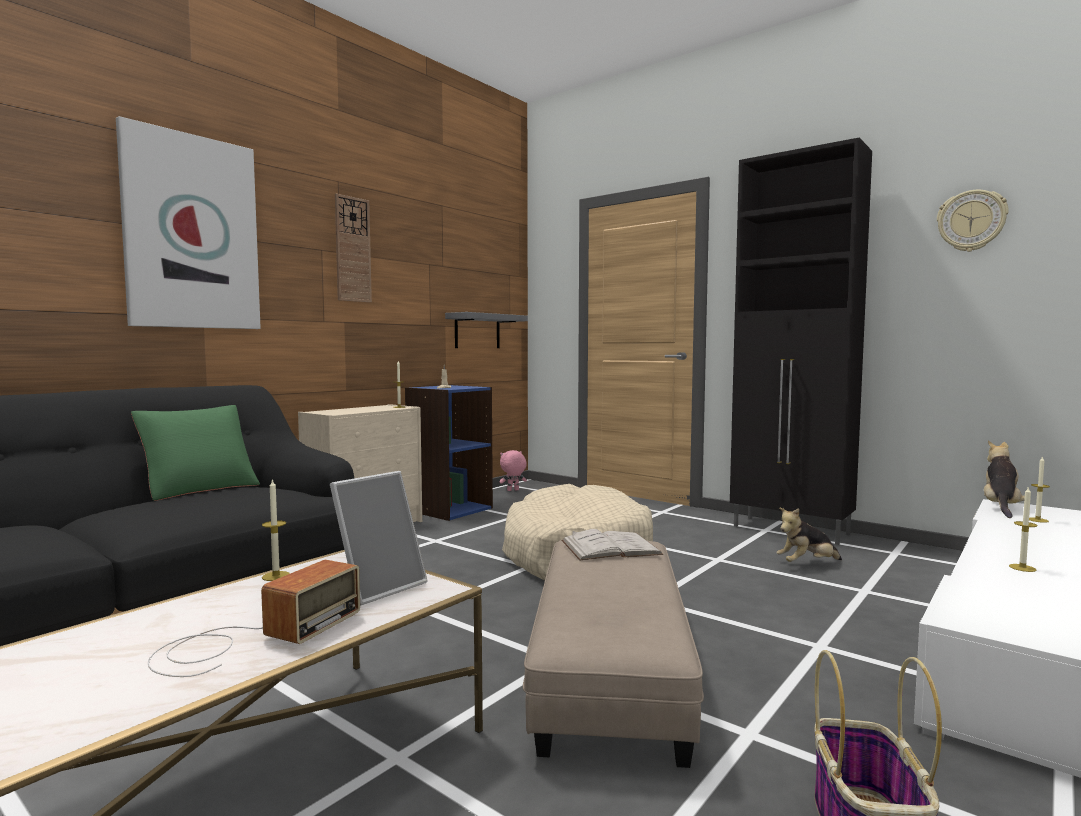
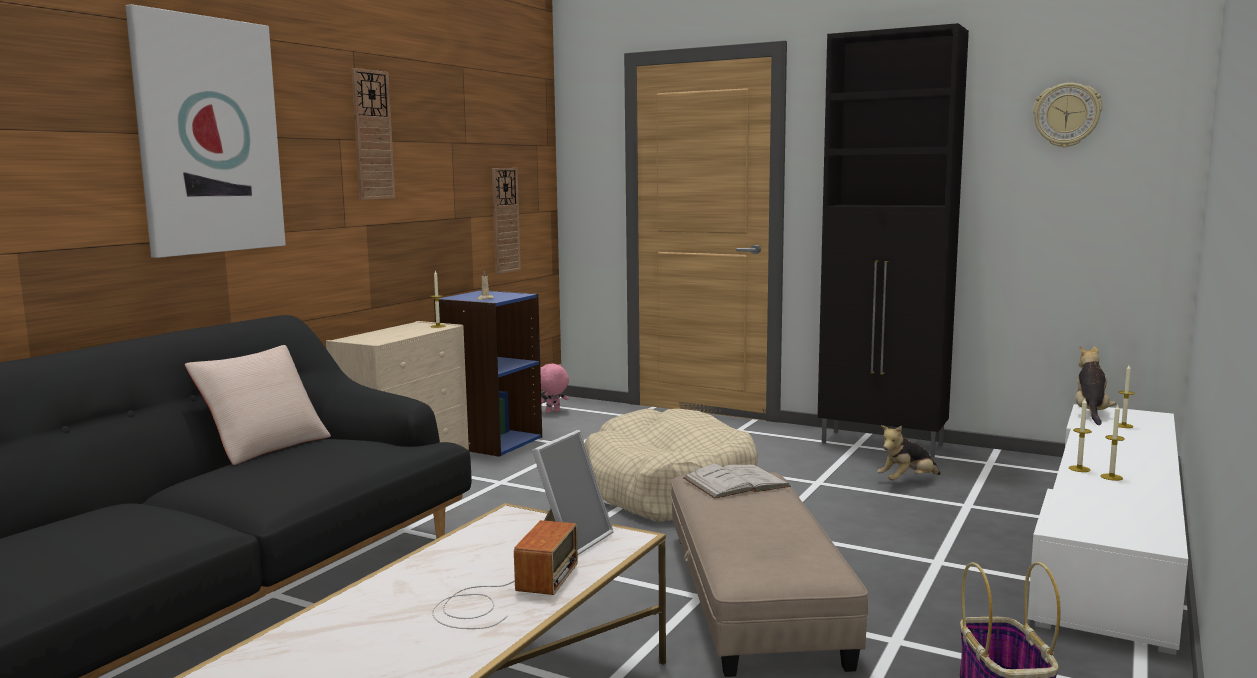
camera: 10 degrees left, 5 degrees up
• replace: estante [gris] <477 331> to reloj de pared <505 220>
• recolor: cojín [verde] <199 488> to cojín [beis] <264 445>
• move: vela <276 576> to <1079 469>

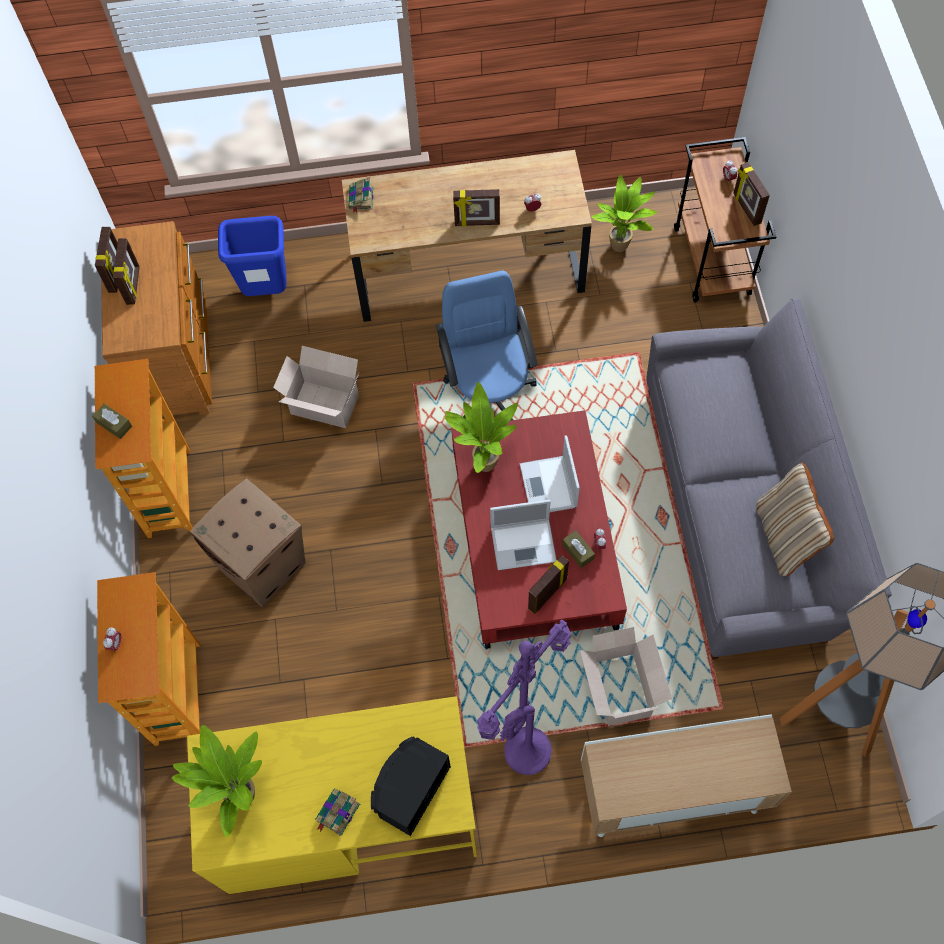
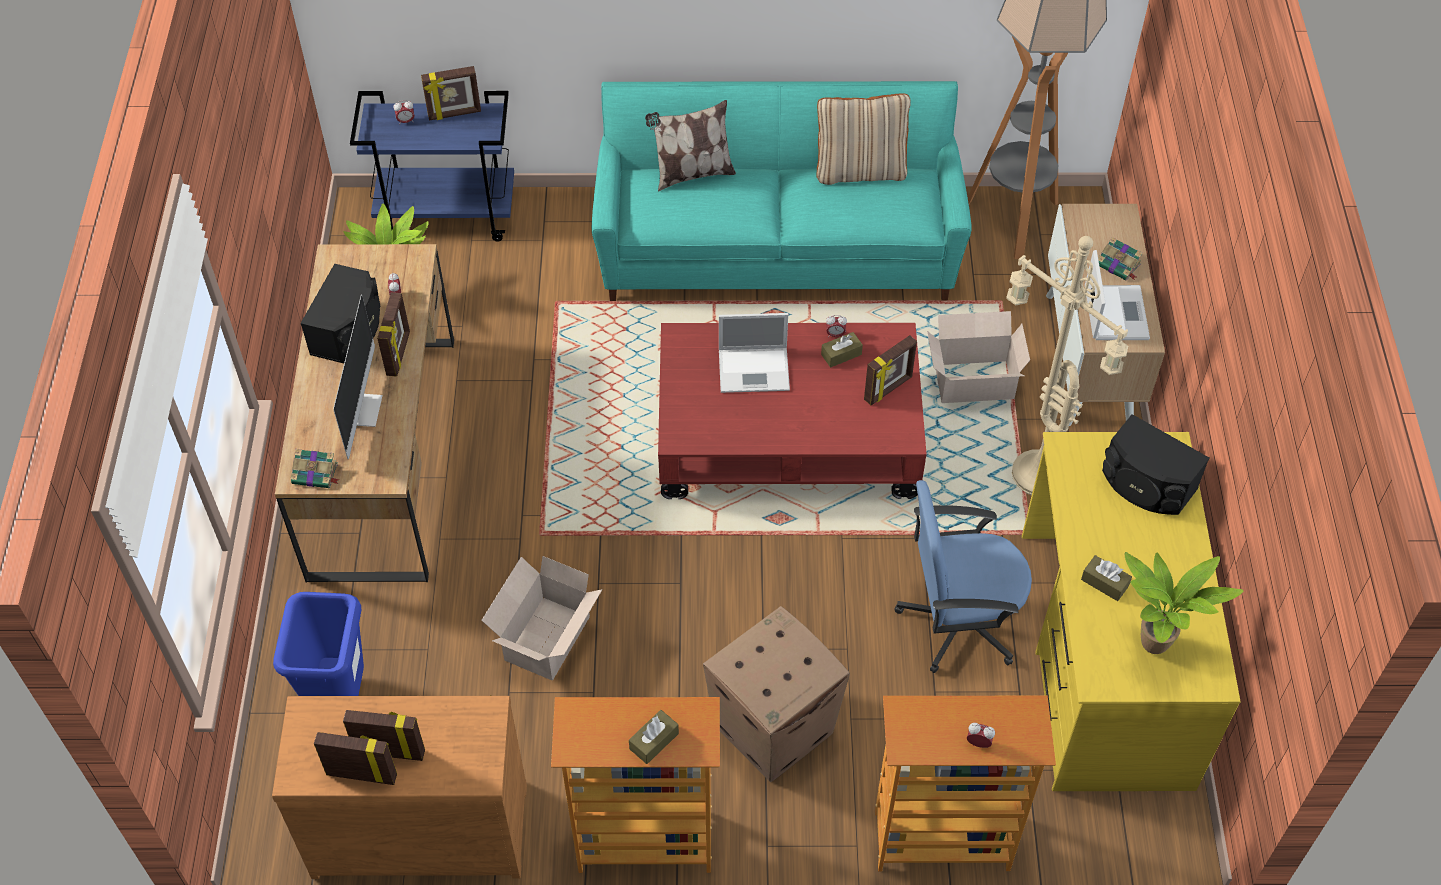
camera: 85 degrees left, 10 degrees down
• recolor: carrito [marrón] <712 261> to carrito [azul] <448 214>
• move: silla de oficina [azul] <489 394> to <957 621>
• recolor: sofá [gris] <742 509> to sofá [turquesa] <777 246>
• delete: planta en maceta <482 464>
• move: portátil <524 544> to <1115 312>
• rotate: portarretratos <546 593> = <888 389> 90 degrees counterclockwise
• recolor: lámpara de pie [morado] <526 747> to lámpara de pie [beis] <1034 475>
• move: libro <337 813> to <1118 265>
• insert: cojín <692 174>
• insert: altavoz [negro] <349 330>
• insert: monitor <361 409>
• insert: caja de pañuelos [marrón] <1104 583>

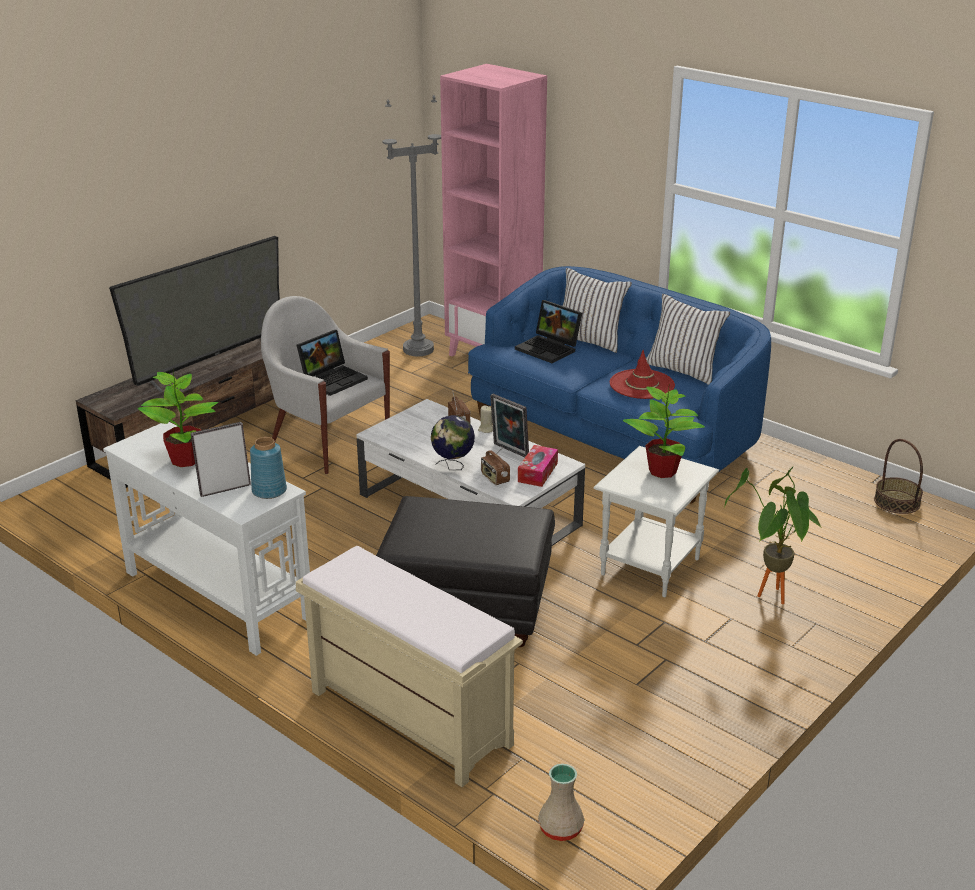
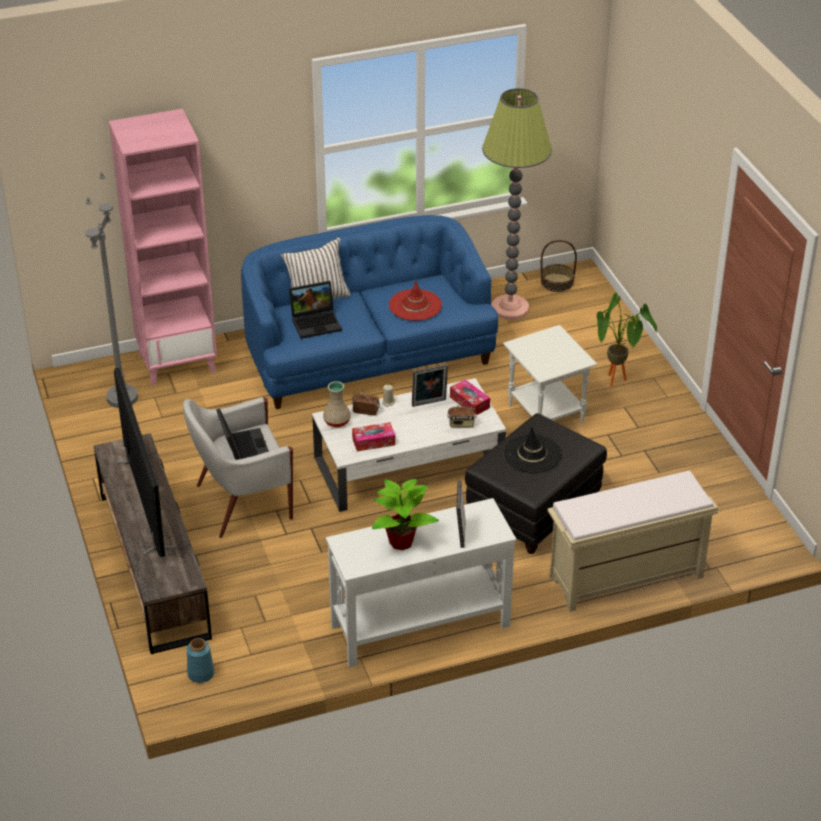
camera: 60 degrees left, 10 degrees up
• delete: cojín [blanco] <683 370>
• delete: planta en maceta <663 471>
• delete: globo terráqueo <453 466>
• move: florero [azul] <270 491> to <201 673>
• move: florero [beis] <559 829> to <336 421>
• insert: lámpara de pie <510 308>
• insert: caja de pañuelos <373 441>
• insert: sombrero [negro] <532 454>

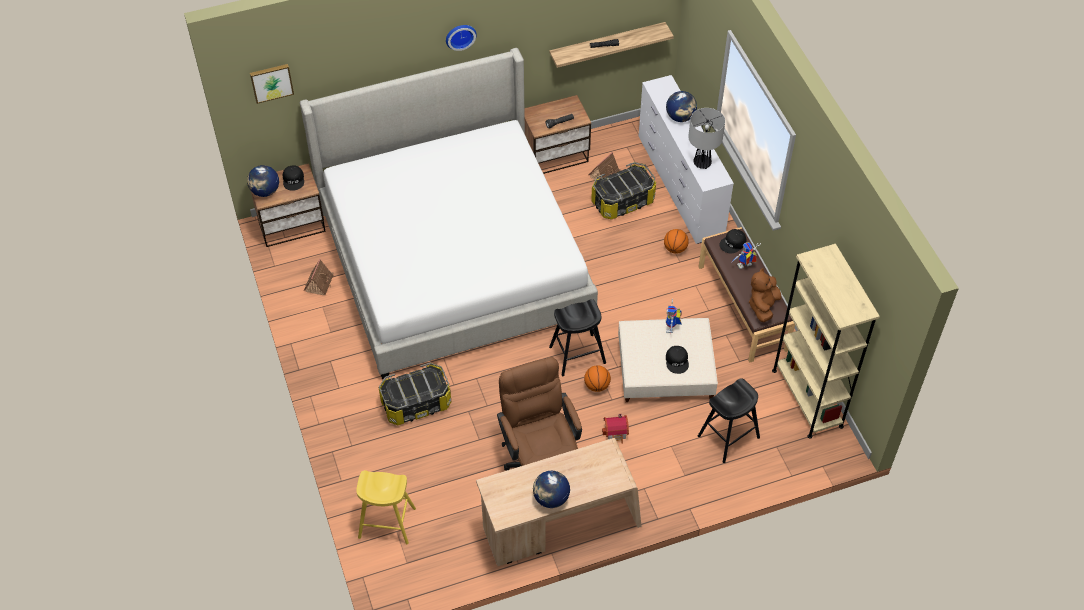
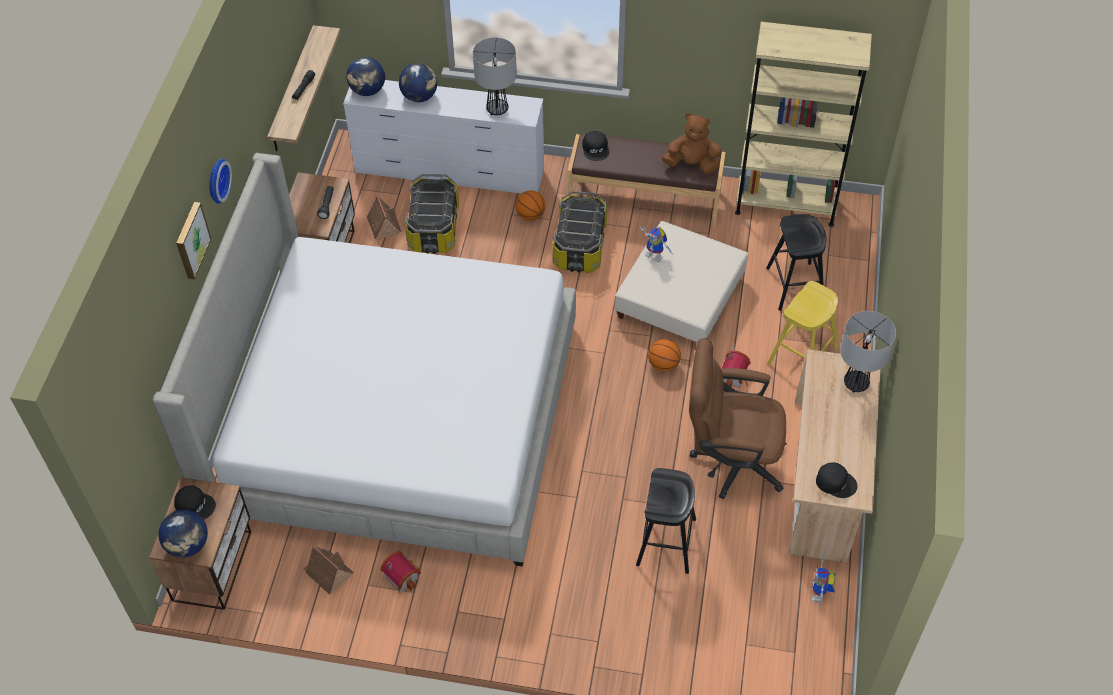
camera: 60 degrees left, 0 degrees up
• move: cuadro <271 82> to <191 240>
• move: robot de juguete <744 267> to <820 595>
• rotate: peluche [marrón] <763 306> = <692 164> 135 degrees clockwise
• move: taburete [negro] <577 355> to <666 541>
• move: gorra [negro] <677 361> to <836 482>
• move: caja de almacenaje <416 404> to <580 246>
• move: taburete [amarillo] <387 523> to <802 356>
• move: globo terráqueo <551 498> to <368 91>
• insert: lámpara de mesa <856 384>
• insert: casita <403 575>

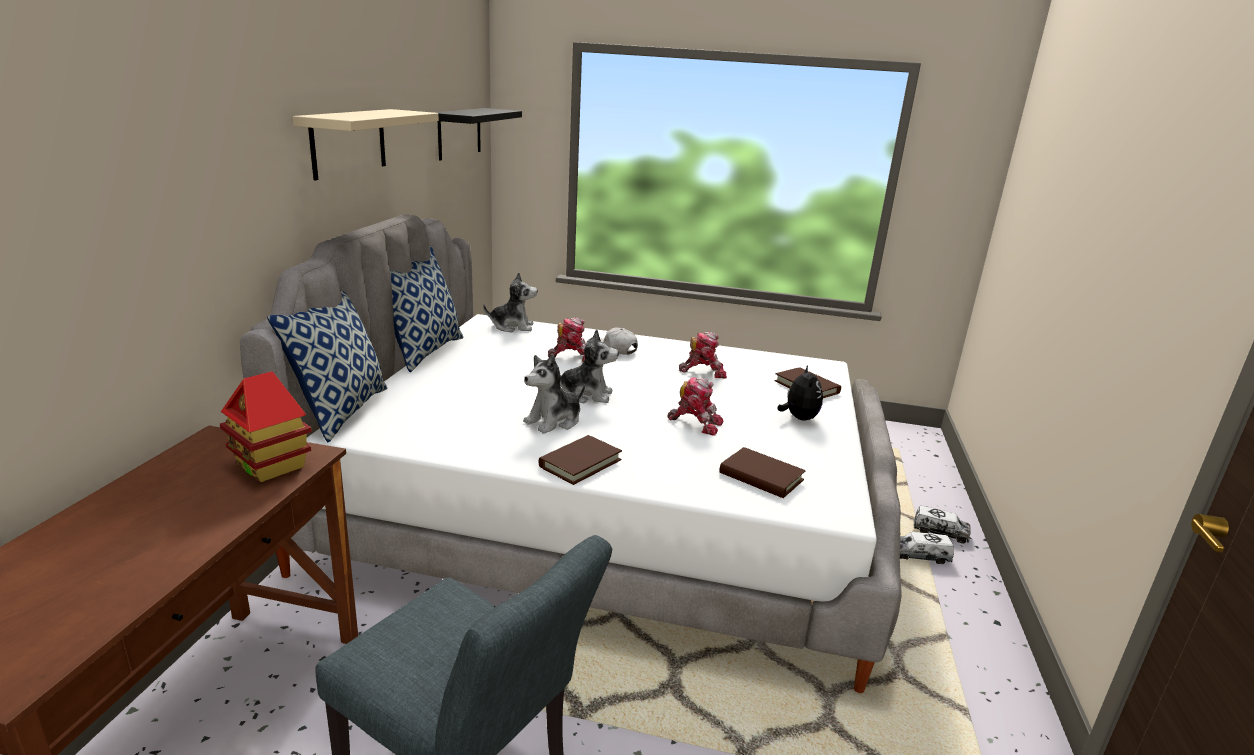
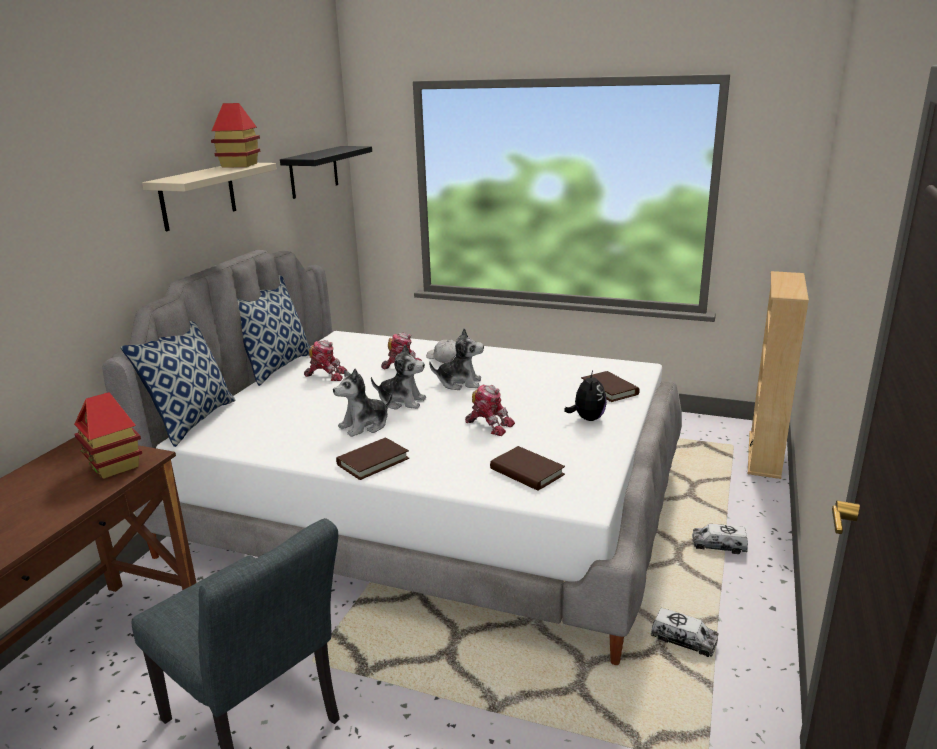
camera: 10 degrees right, 0 degrees up
• move: peluche <512 326> to <459 383>
• move: robot de juguete <703 371> to <326 375>
• move: camión de juguete <940 532> to <683 641>
• insert: casita <239 165>
• insert: estantería [beis] <764 455>

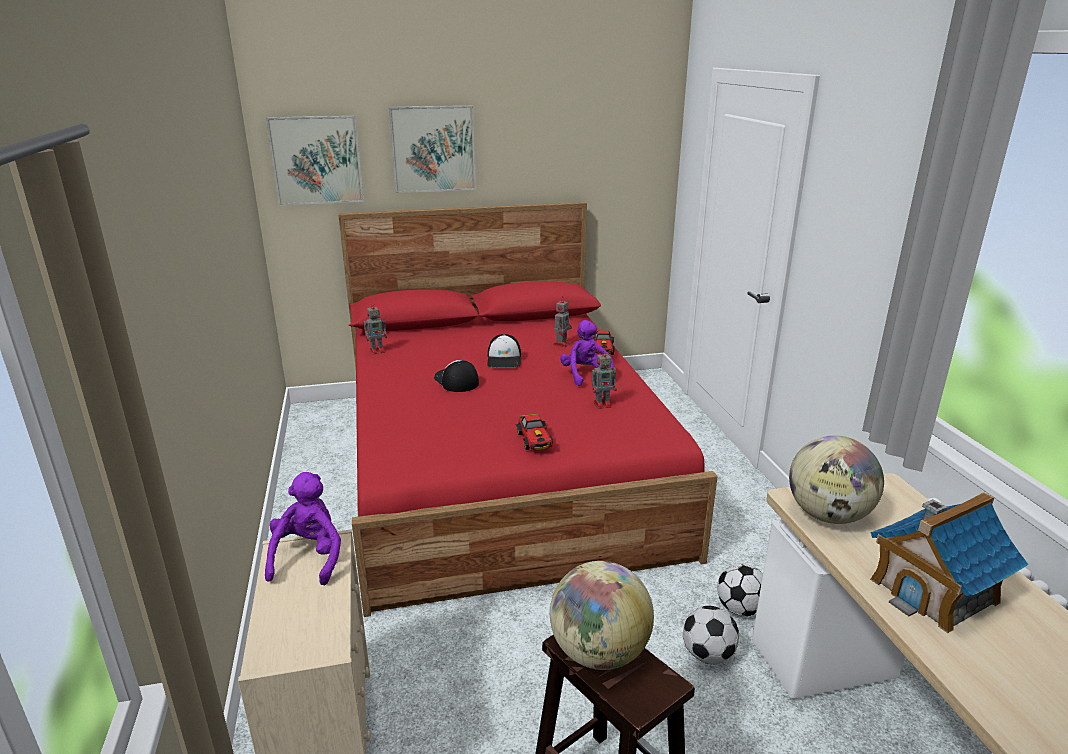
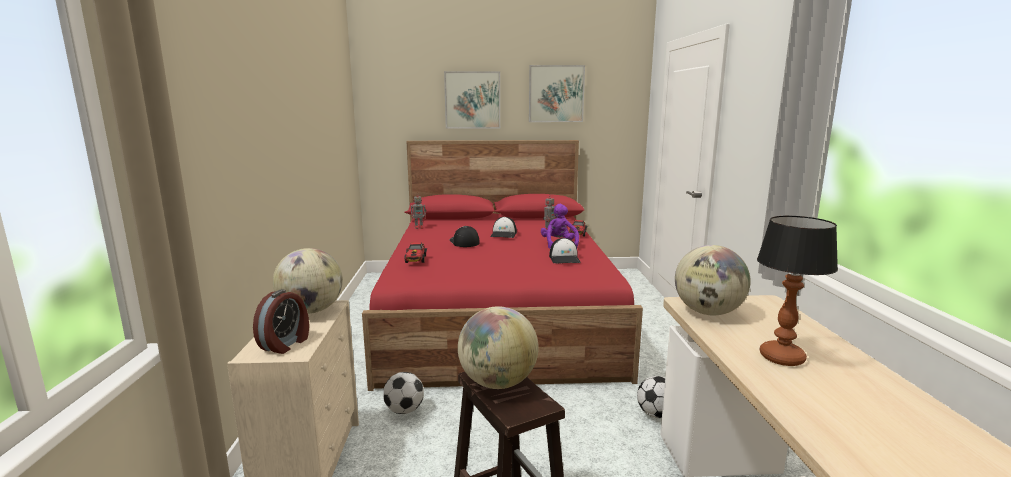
camera: 10 degrees right, 10 degrees down
• move: cuadro <316 160> to <556 94>
• replace: robot de juguete <603 404> to gorra <565 259>
• move: coche de juguete <534 441> to <415 260>
• replace: peluche [morado] <309 557> to globo terráqueo <311 311>
• replace: casita <934 591> to lámpara de mesa <782 358>
• move: balón de fútbol <707 655> to <404 410>
• insert: despertador <286 344>

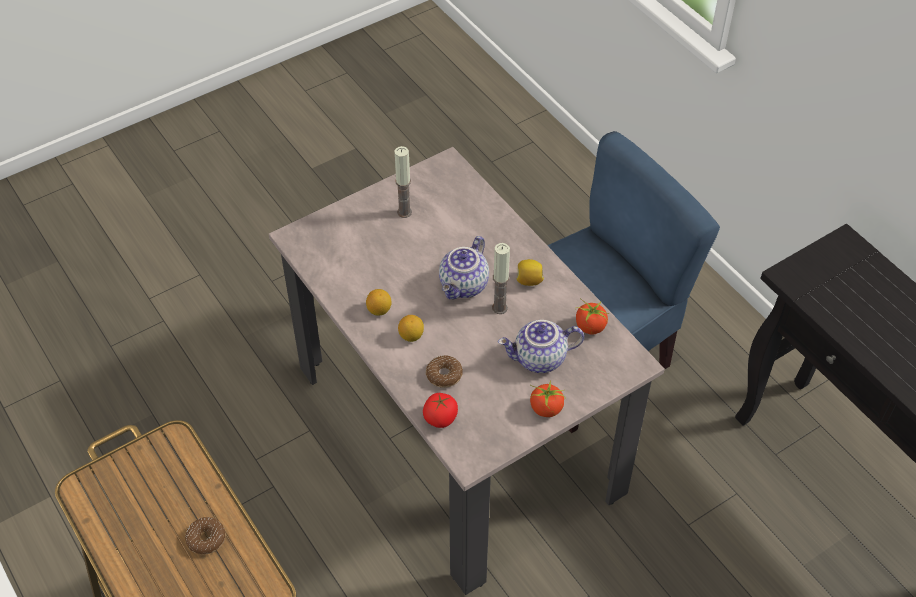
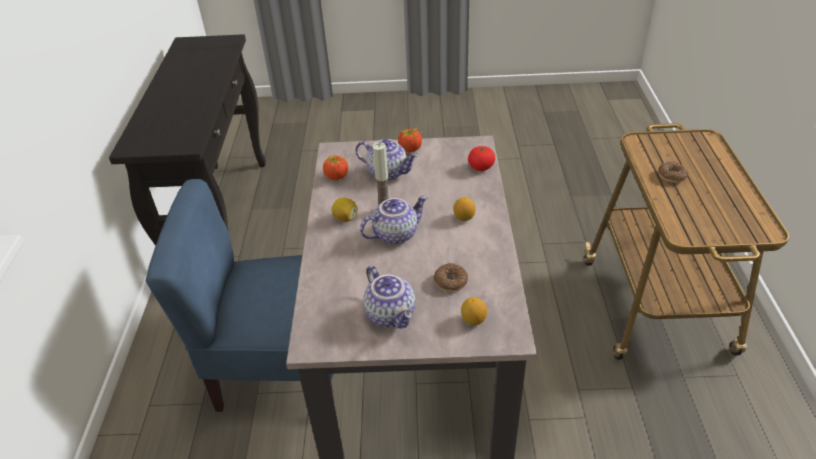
camera: 145 degrees left, 10 degrees down
• replace: vela <404 212> to tetera <392 314>
• move: limón <379 310> to <473 320>
• move: rosquilla <444 375> to <450 281>

